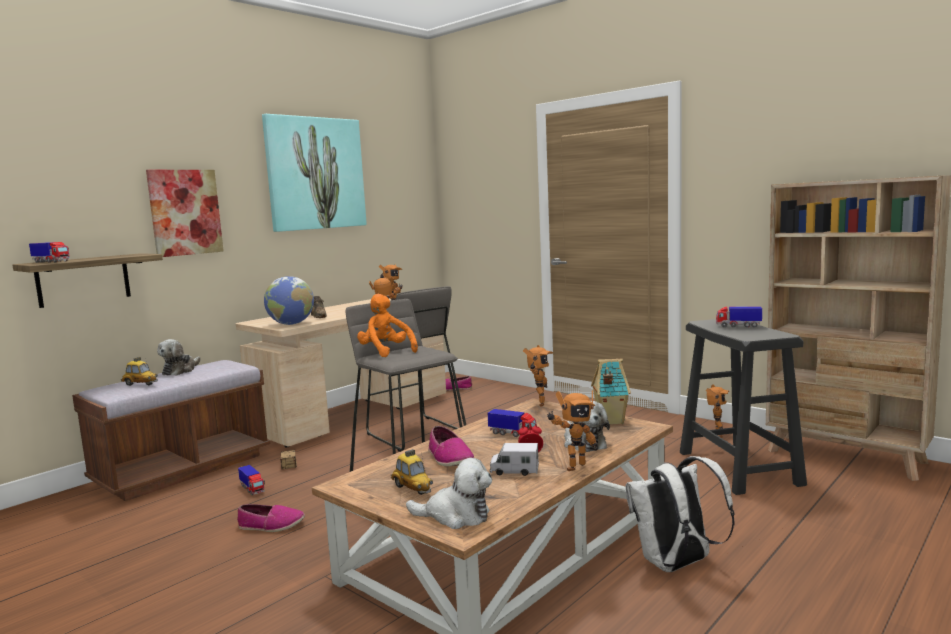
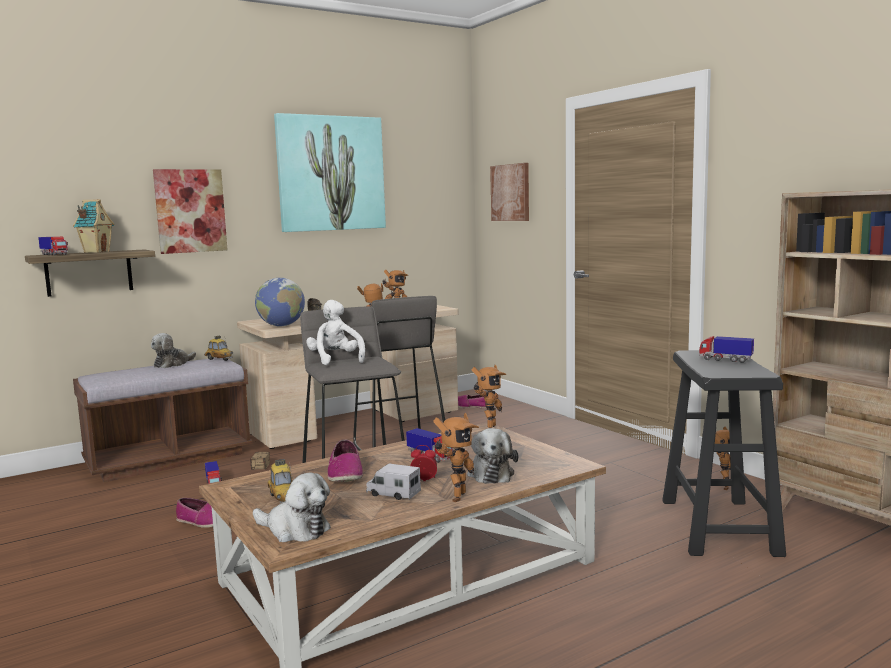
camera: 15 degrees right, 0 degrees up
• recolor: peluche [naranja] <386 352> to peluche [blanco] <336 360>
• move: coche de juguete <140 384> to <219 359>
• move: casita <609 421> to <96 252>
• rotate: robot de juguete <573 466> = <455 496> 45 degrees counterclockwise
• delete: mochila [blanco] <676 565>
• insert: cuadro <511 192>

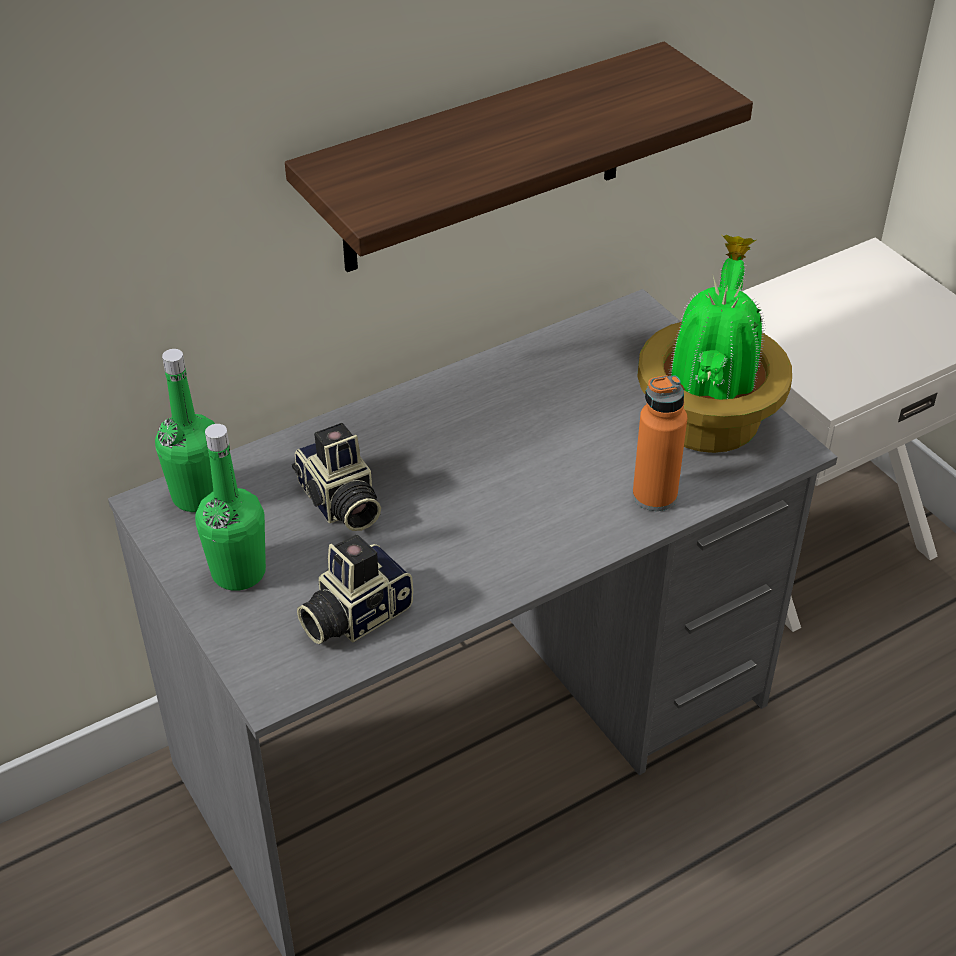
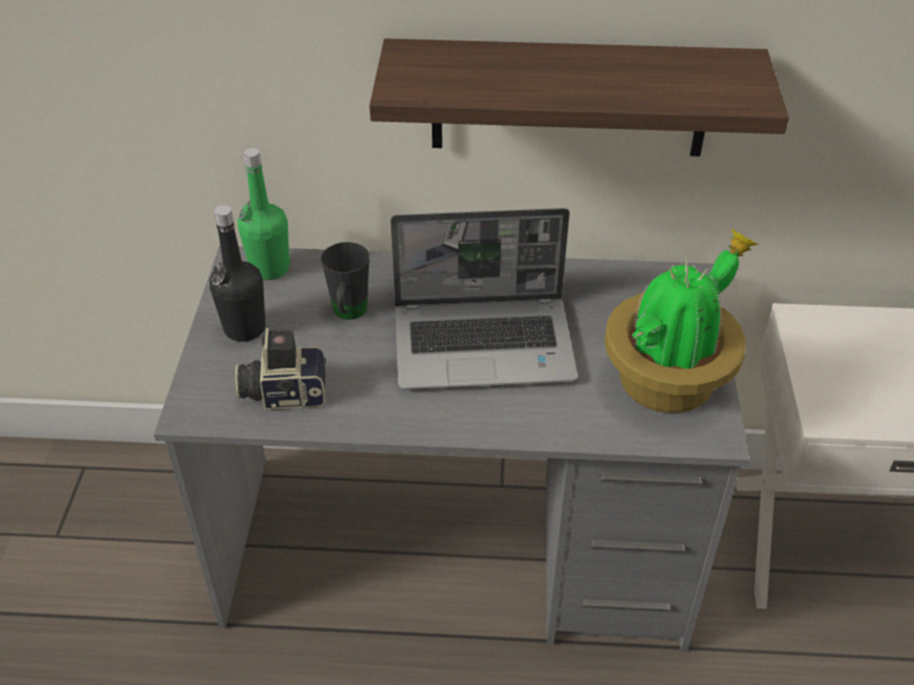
camera: 35 degrees right, 0 degrees up
• delete: botella [naranja] <654 496>
• replace: cámara <339 503> to taza grande [negro] <348 315>
• recolor: botella [verde] <238 572> to botella [negro] <244 328>
• insert: portátil <485 344>

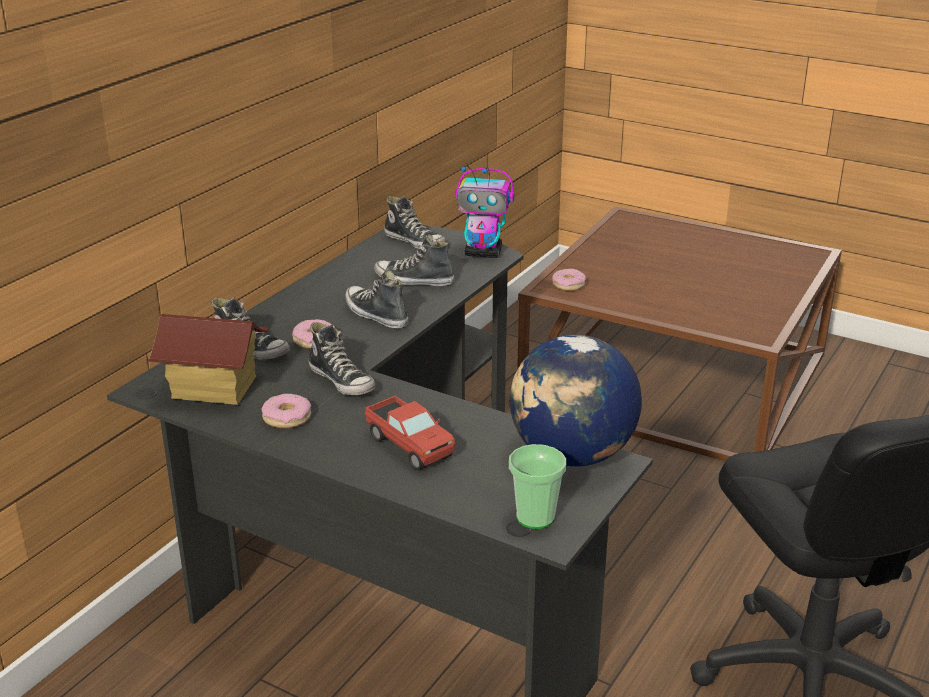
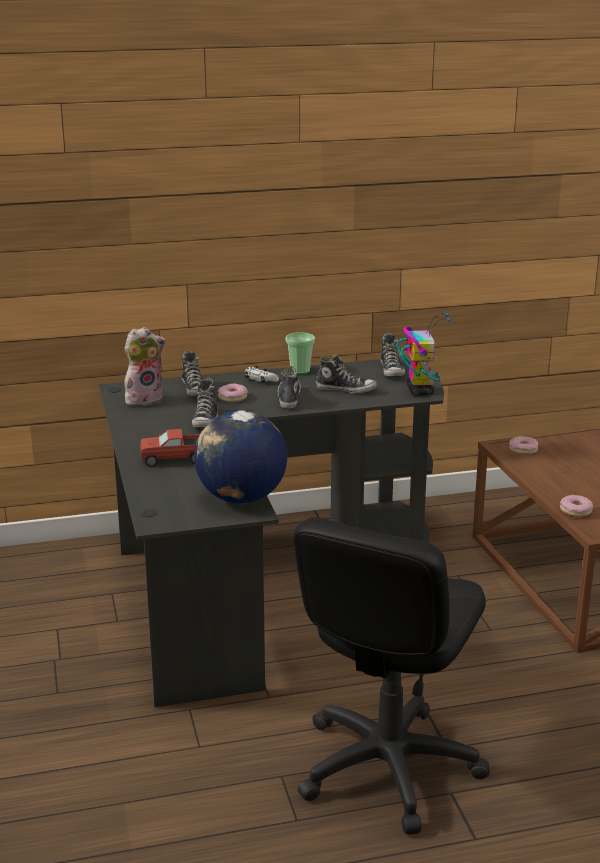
camera: 45 degrees right, 5 degrees down
• rotate: robot de juguete <484 253> = <419 390> 150 degrees counterclockwise
• rotate: zapato <413 280> = <346 389> 135 degrees clockwise
• replace: casita <214 388> to peluche <144 399>
• move: rosquilla <287 418> to <575 510>
• rotate: camión de juguete <409 447> = <174 459> 75 degrees clockwise
• move: taza <535 517> to <300 371>
• insert: mando de consola [blanco] <260 379>

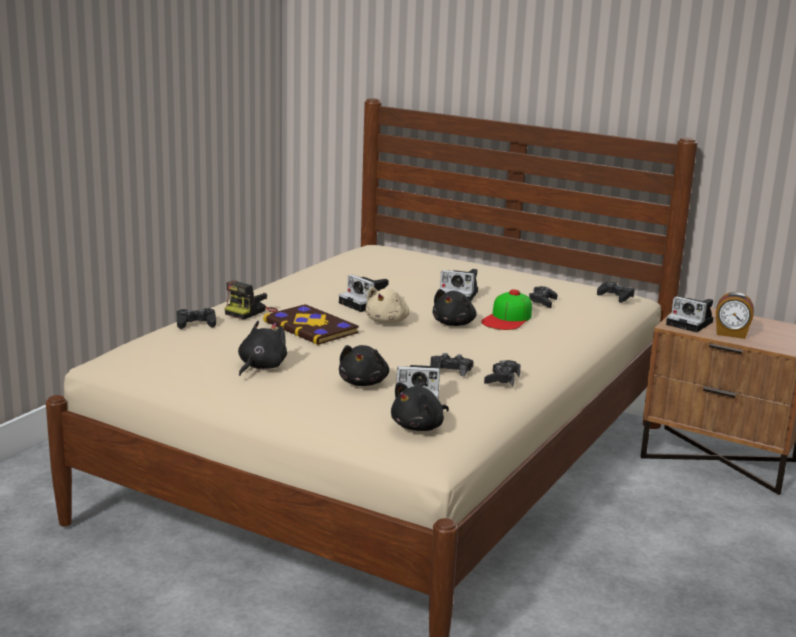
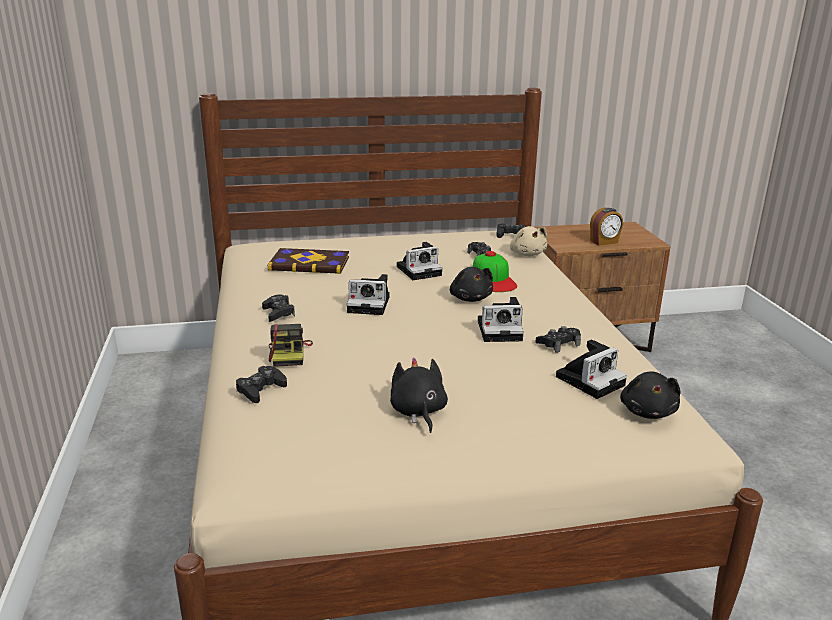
camera: 40 degrees left, 5 degrees up
• move: peluche [beis] <388 321> to <527 254>
• move: cámara <691 323> to <501 330>
• move: libro <311 327> to <309 263>
• delete: peluche [negro] <364 382>
• move: mando de consola [negro] <502 379> to <278 313>

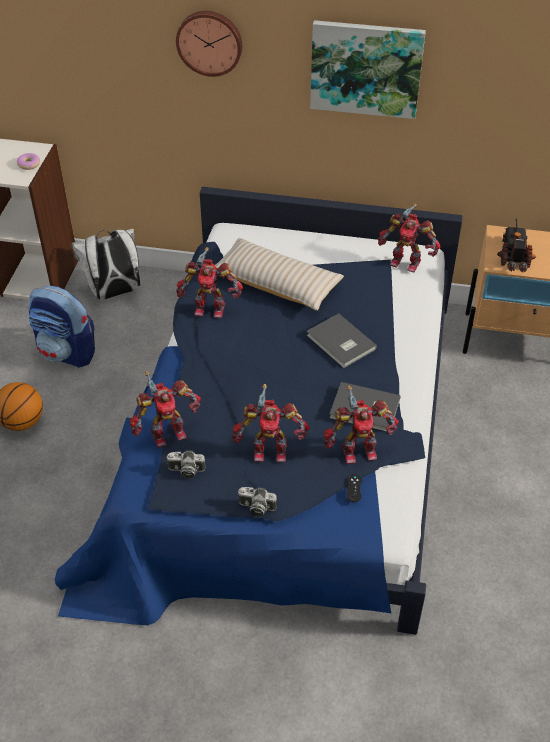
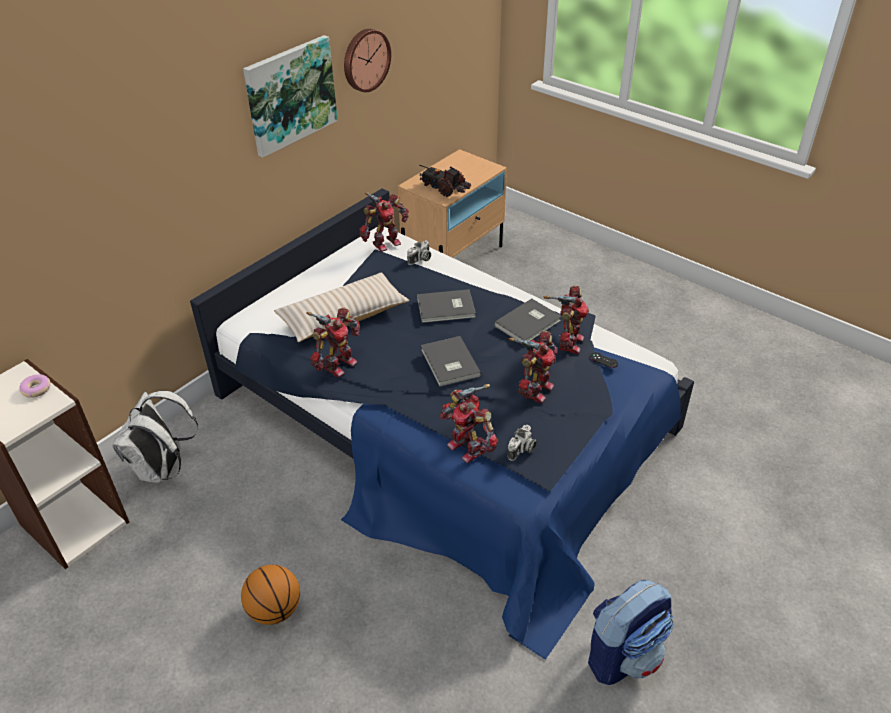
camera: 60 degrees left, 5 degrees down
• move: reloj de pared <210 42> to <365 60>
• move: mochila <67 352> to <623 655>
• rotate: robot de juguete <167 432> = <468 447> 135 degrees clockwise
• move: cámara <256 508> to <420 259>
• insert: libro [gris] <449 364>

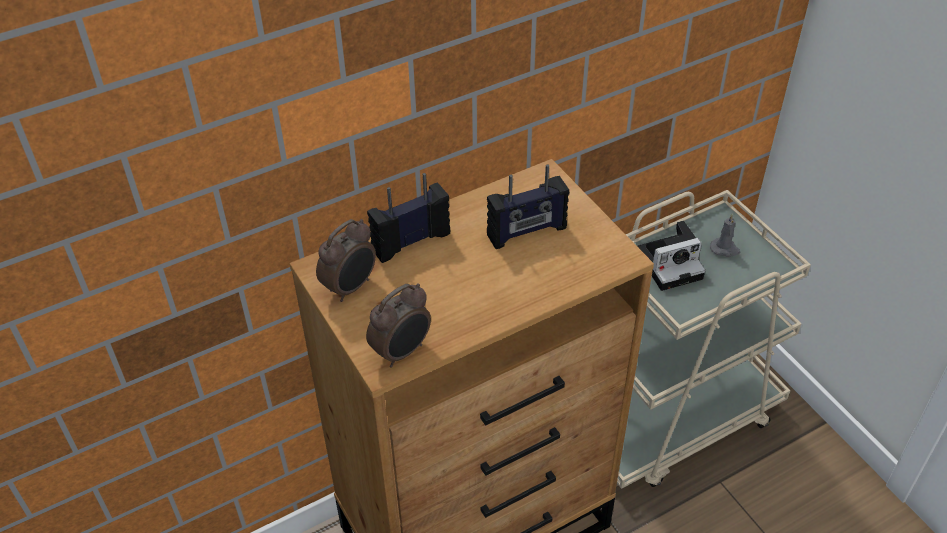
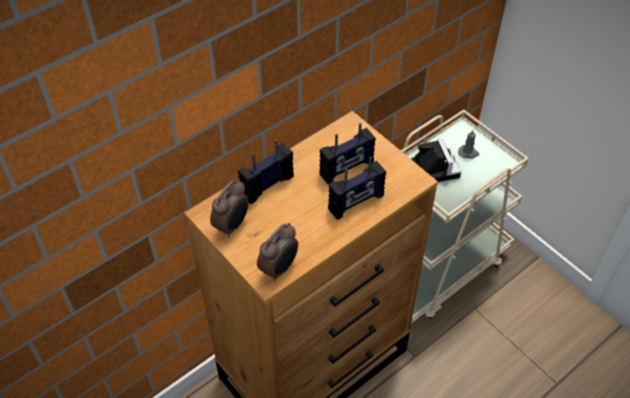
camera: 10 degrees left, 5 degrees up
• rotate: cámara <671 263> = <433 168> 75 degrees counterclockwise
• insert: radio <356 203>

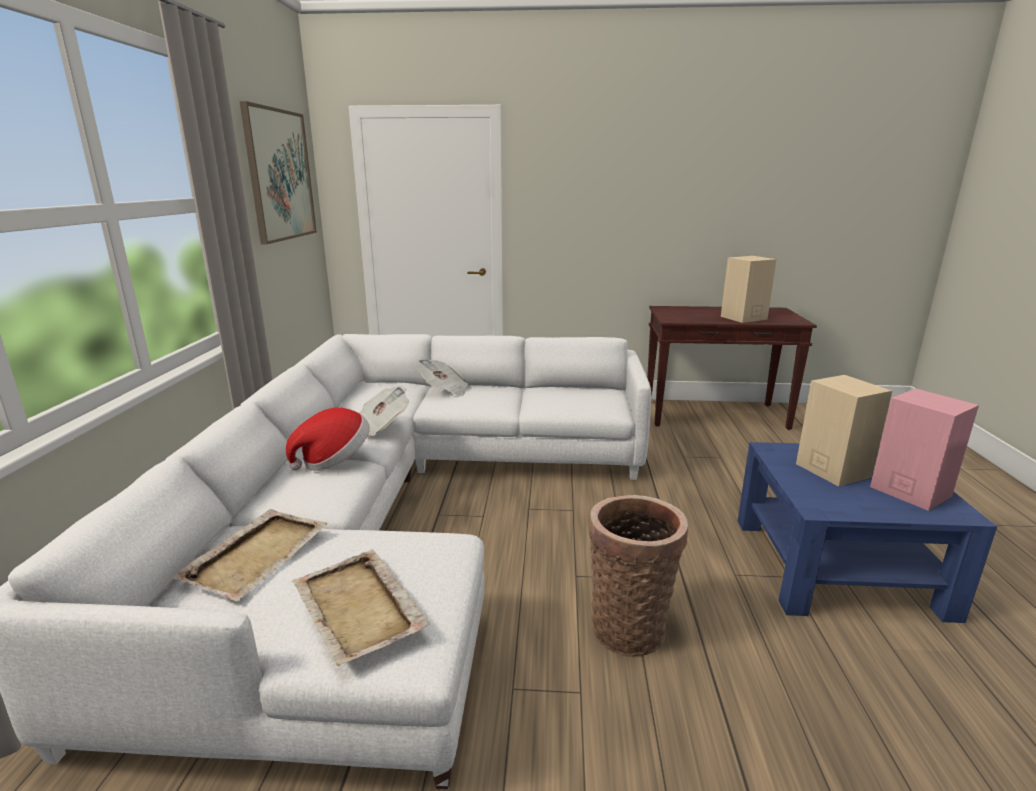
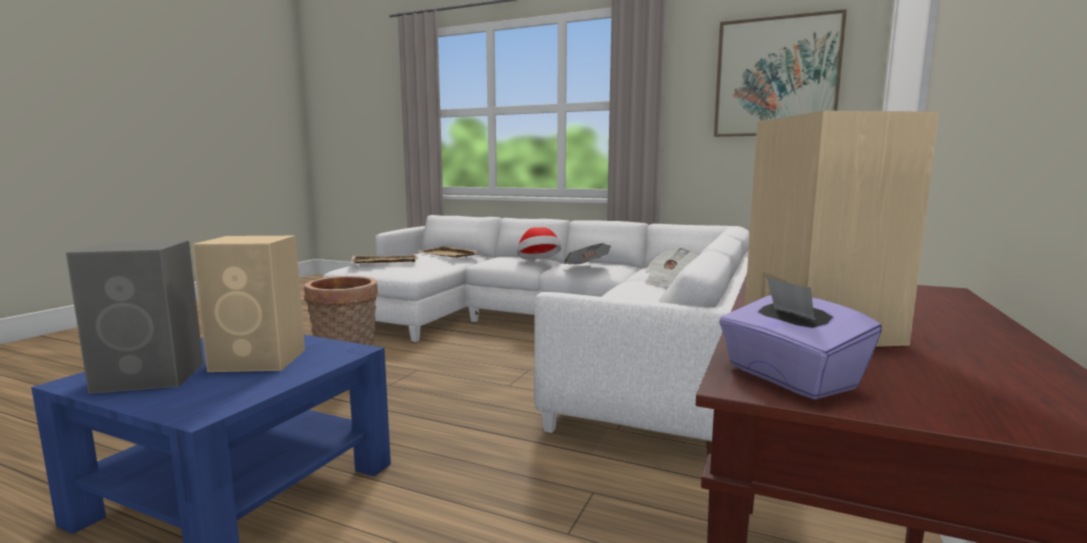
camera: 110 degrees right, 10 degrees down
• recolor: altavoz [rosa] <908 490> to altavoz [gris] <152 377>
• insert: caja de pañuelos [morado] <789 378>

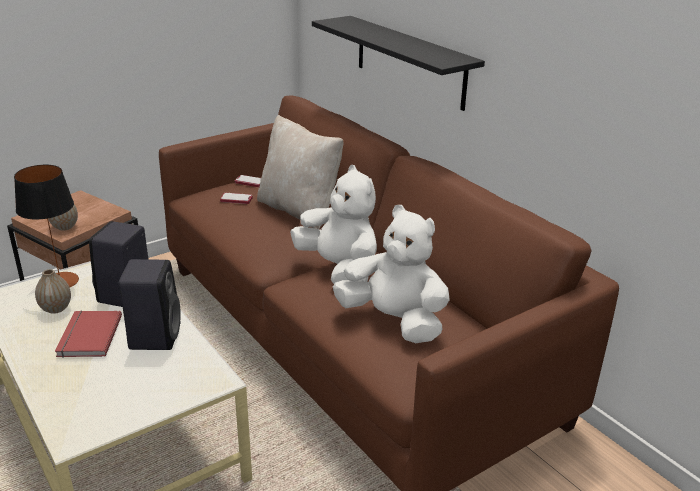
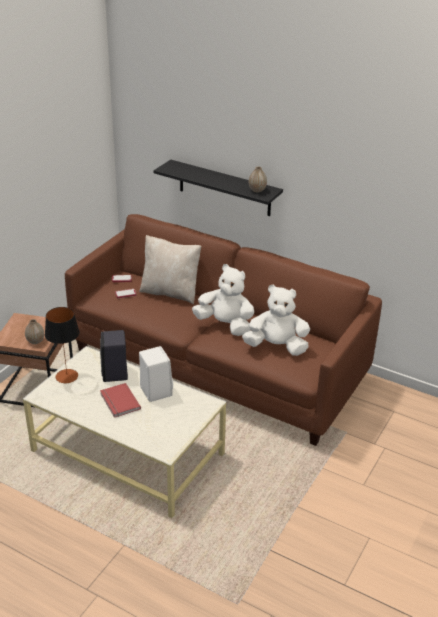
camera: 25 degrees left, 5 degrees up
• recolor: altavoz [negro] <155 335> to altavoz [blanco] <155 390>
• move: florero <56 309> to <257 190>

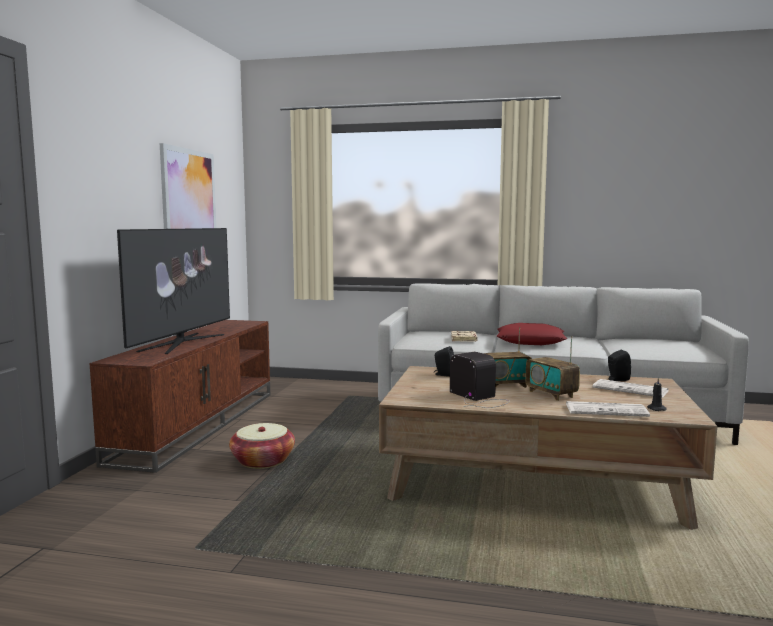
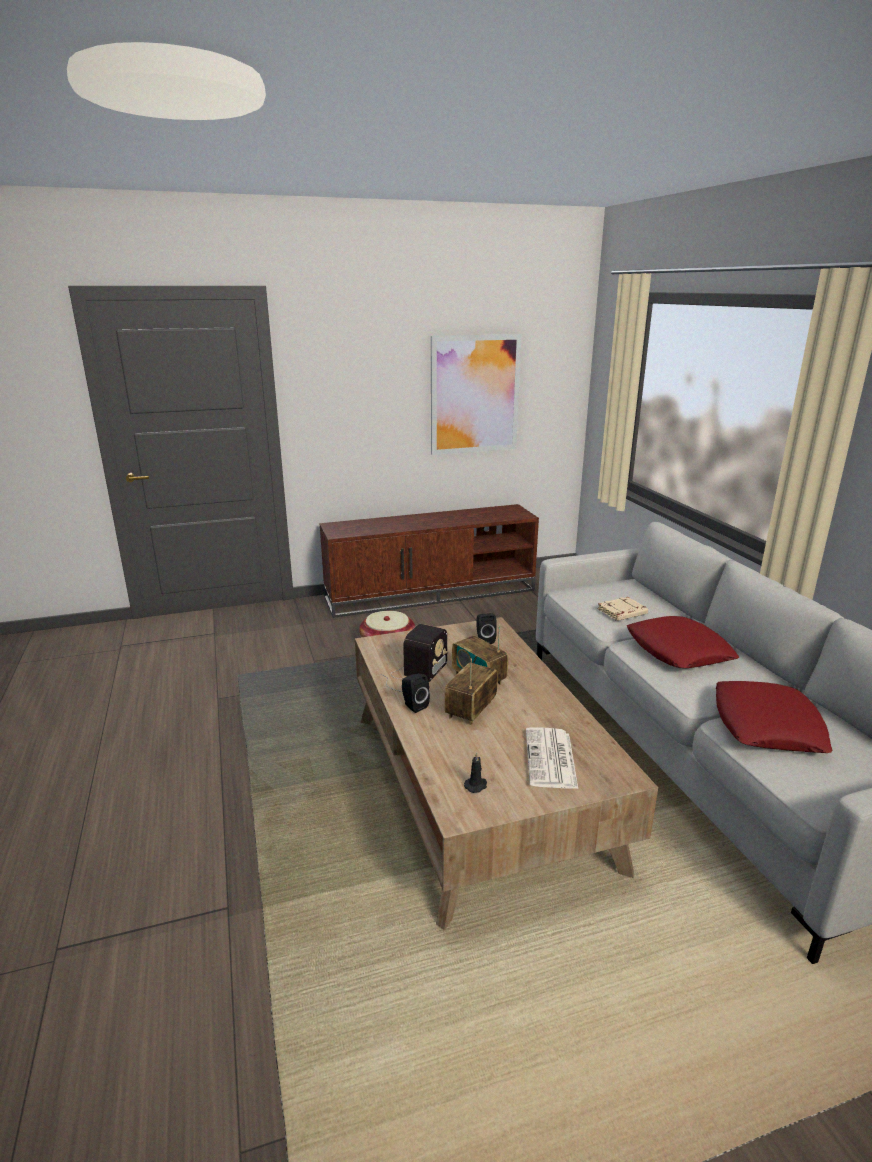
camera: 60 degrees right, 15 degrees up
• delete: televisor <182 343>
• move: altavoz [negro] <617 379> to <413 705>
• delete: periódico <607 410>
• insert: cojín [rojo] <767 726>

